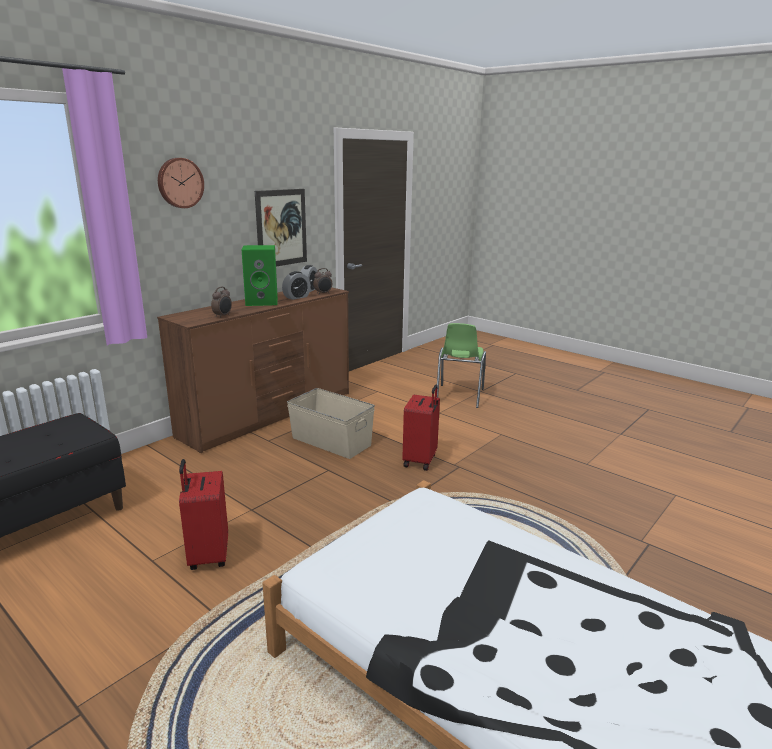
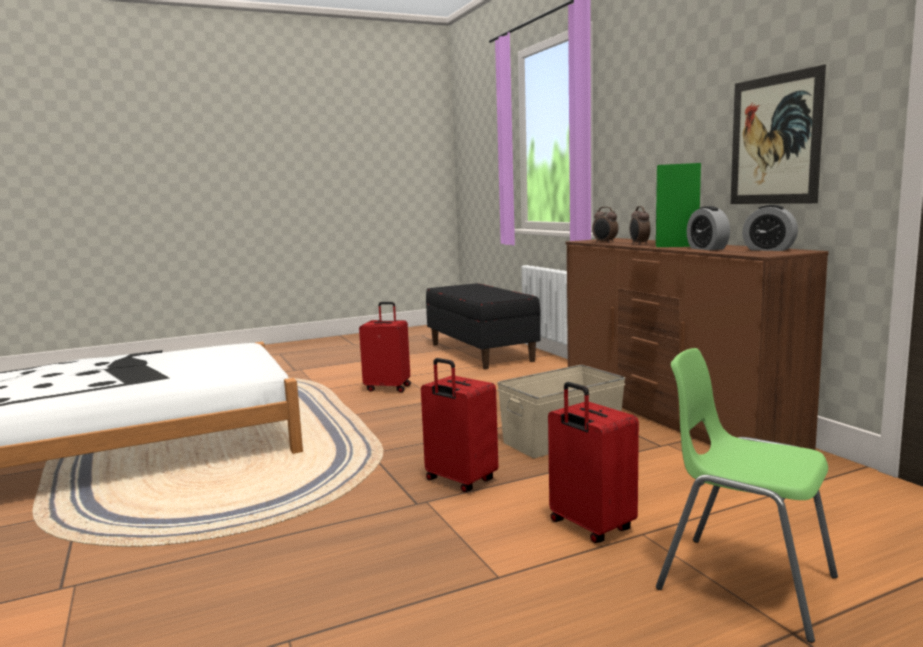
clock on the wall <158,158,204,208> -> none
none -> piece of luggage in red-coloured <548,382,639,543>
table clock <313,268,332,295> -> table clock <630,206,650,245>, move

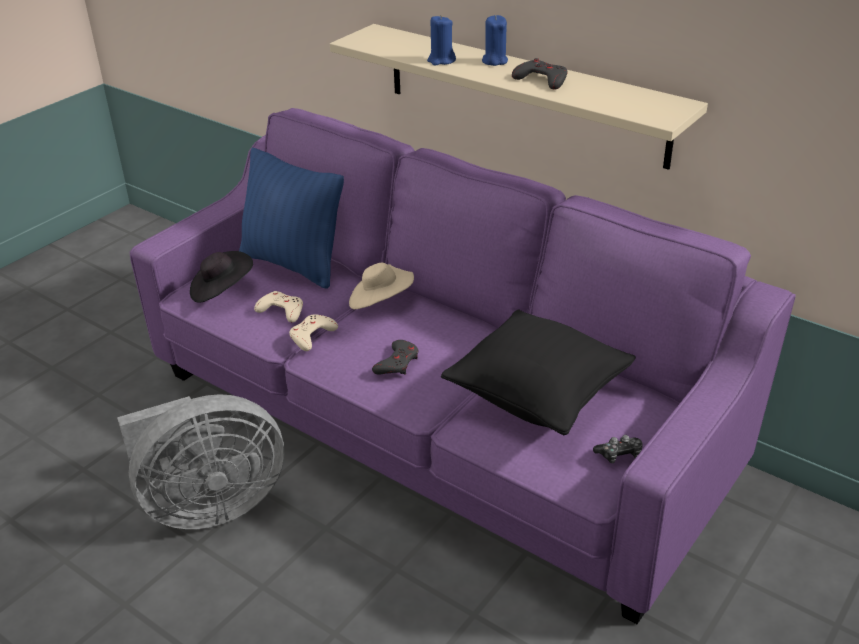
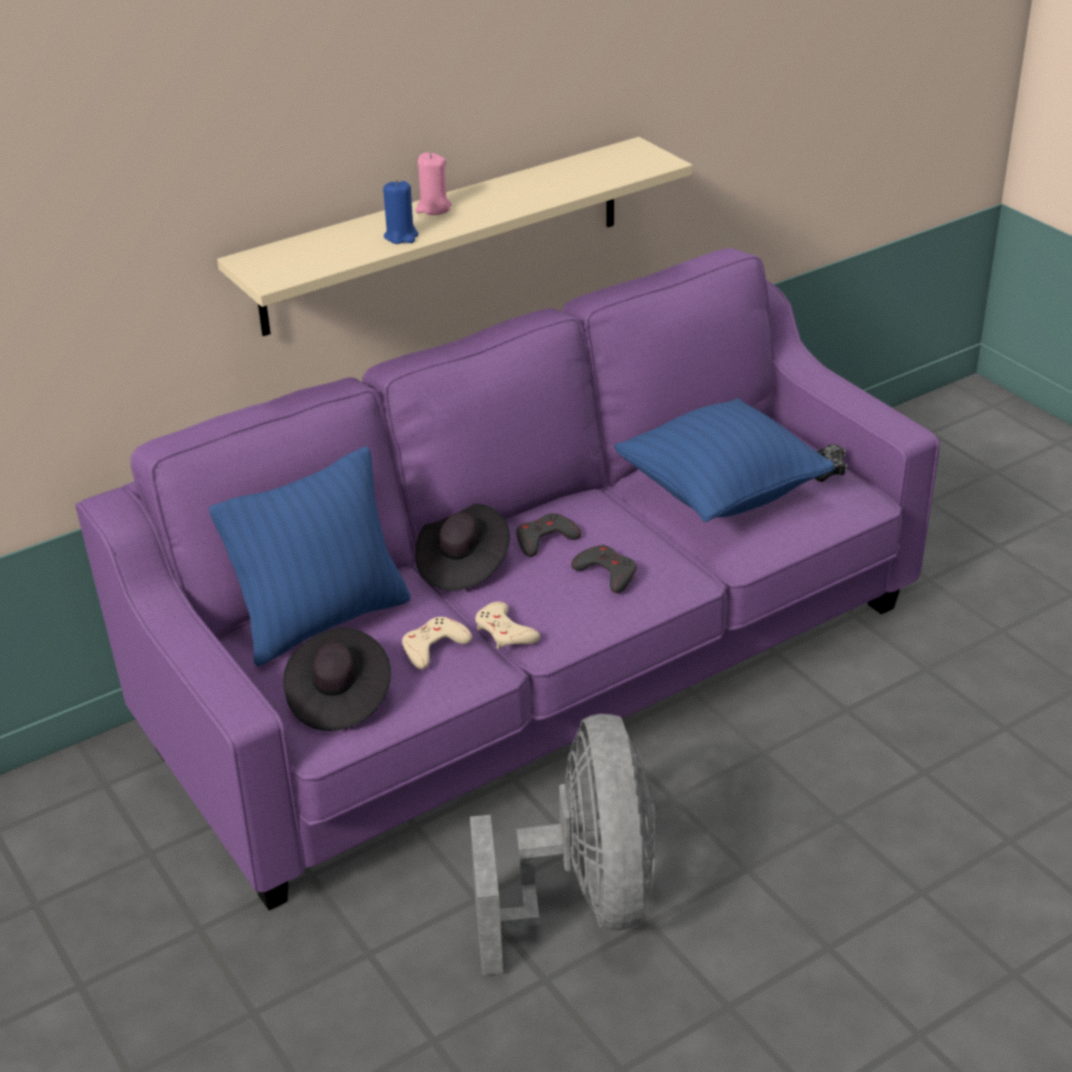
joypad in grey <512,58,568,90> -> joypad in grey <516,513,581,557>, move
hat in sand-coloured <349,263,414,309> -> hat in black-coloured <415,504,510,591>
throw pillow in black-coloured <441,309,636,435> -> throw pillow in blue <614,398,835,522>
wax light in blue <482,15,508,66> -> wax light in pink <415,152,452,215>

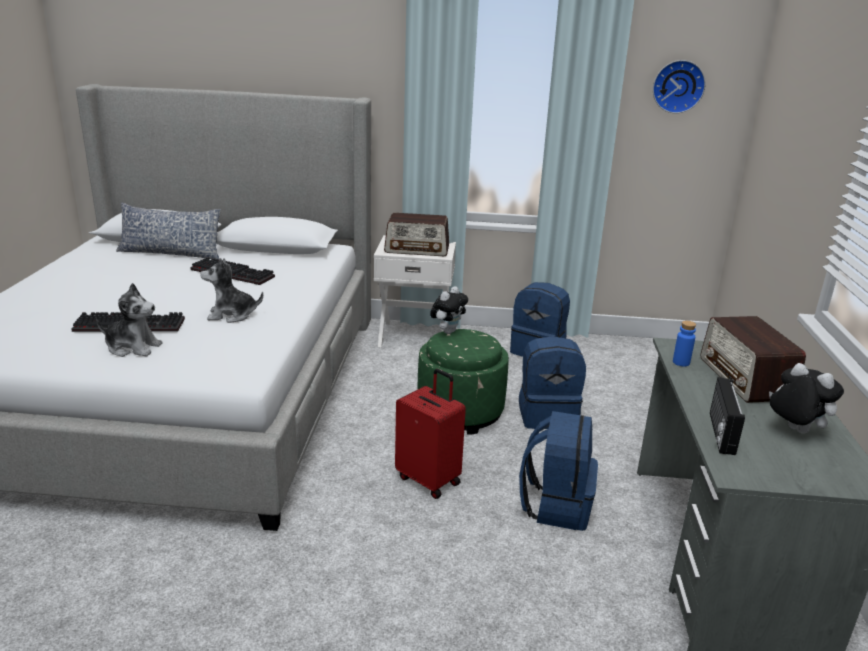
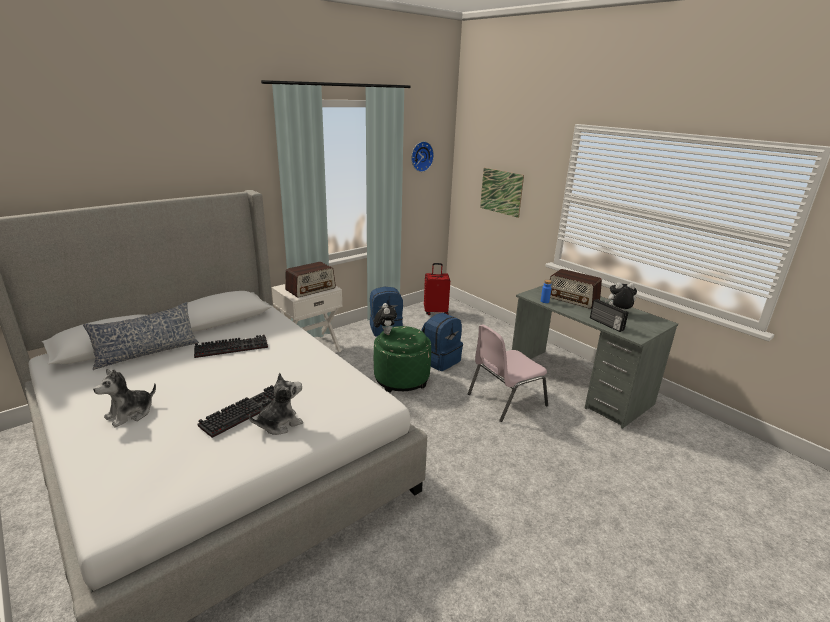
none -> wall art <480,168,524,218>
plush toy <201,258,263,323> -> plush toy <93,369,156,428>, move
piece of luggage in red-coloured <395,369,466,499> -> piece of luggage in red-coloured <424,263,450,315>, move
knapsack in blue <519,411,598,531> -> upright chair in pink <468,324,548,422>

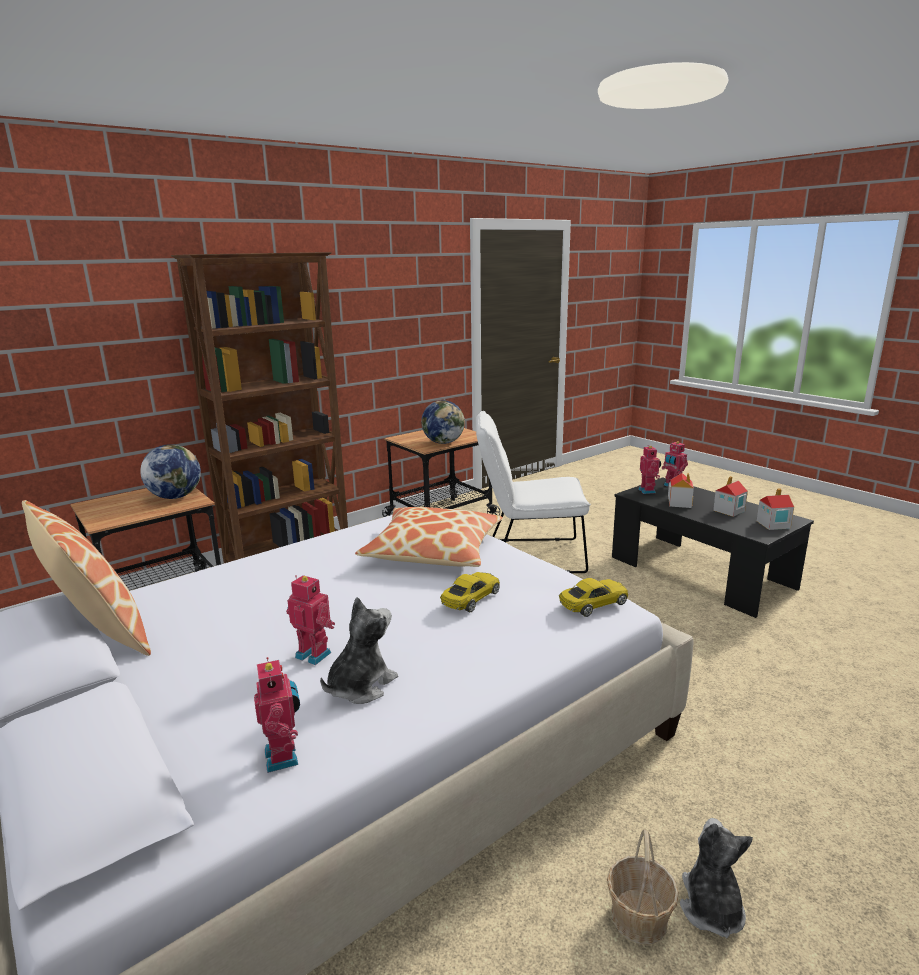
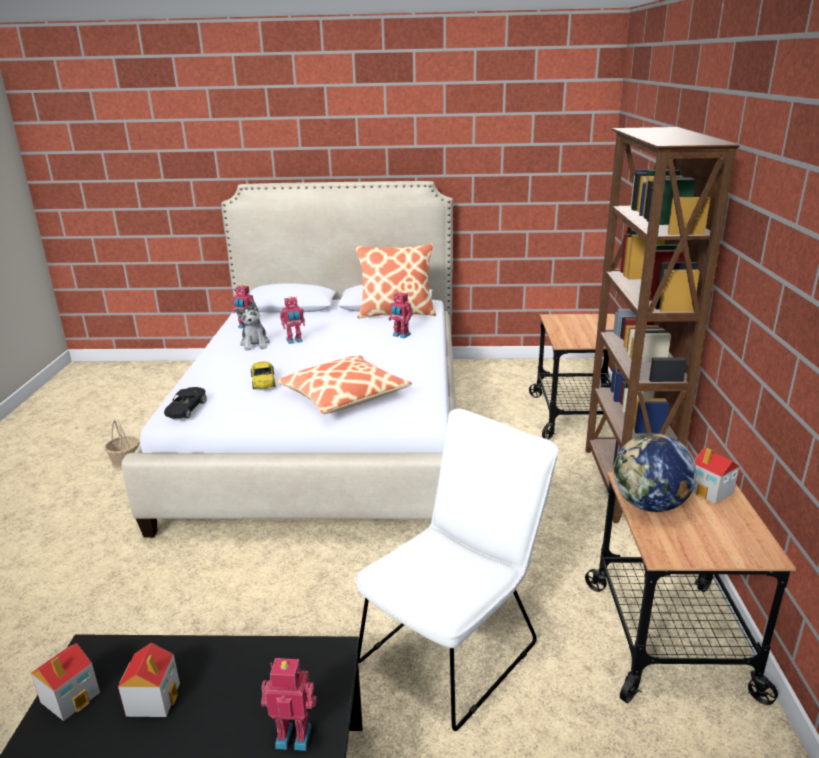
desk globe <140,444,201,499> -> none
plush toy <680,818,753,938> -> none
model robot <638,445,661,494> -> model robot <389,291,413,338>, move
toy house <668,473,694,508> -> toy house <693,448,739,504>, move
model car in yellowish <559,578,628,617> -> model car in black-coloured <164,387,207,419>

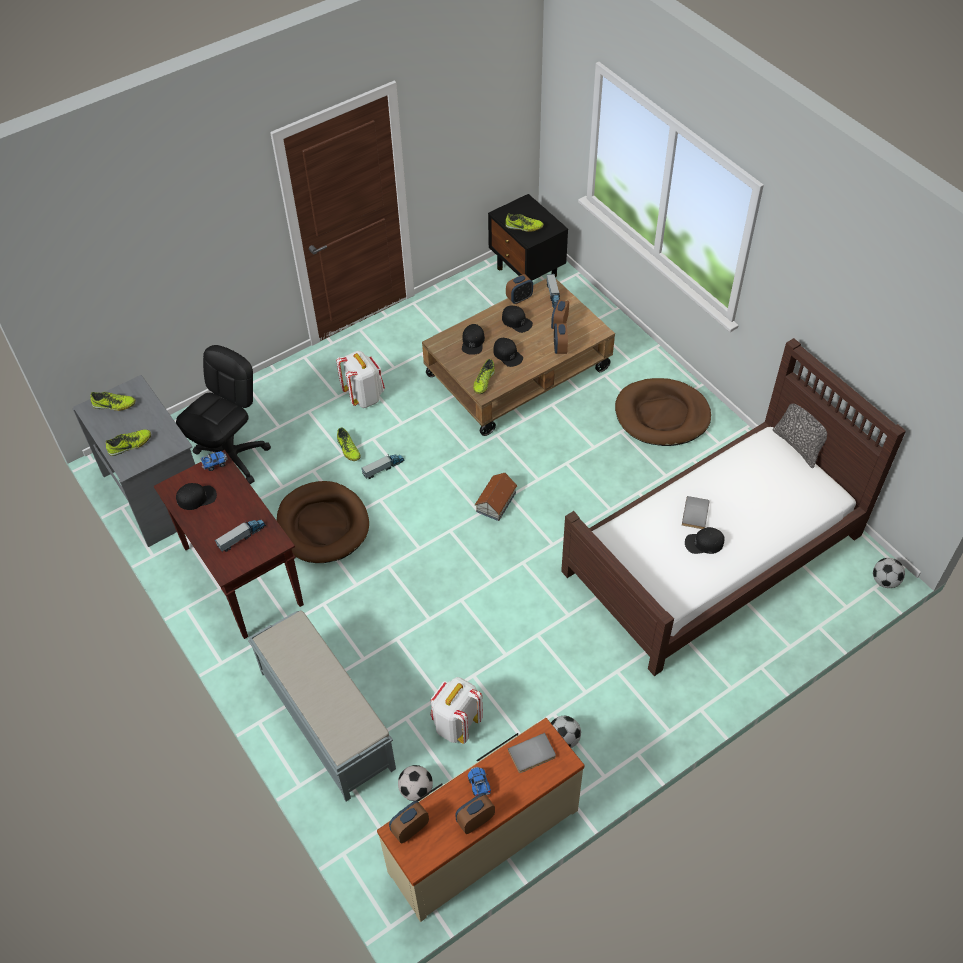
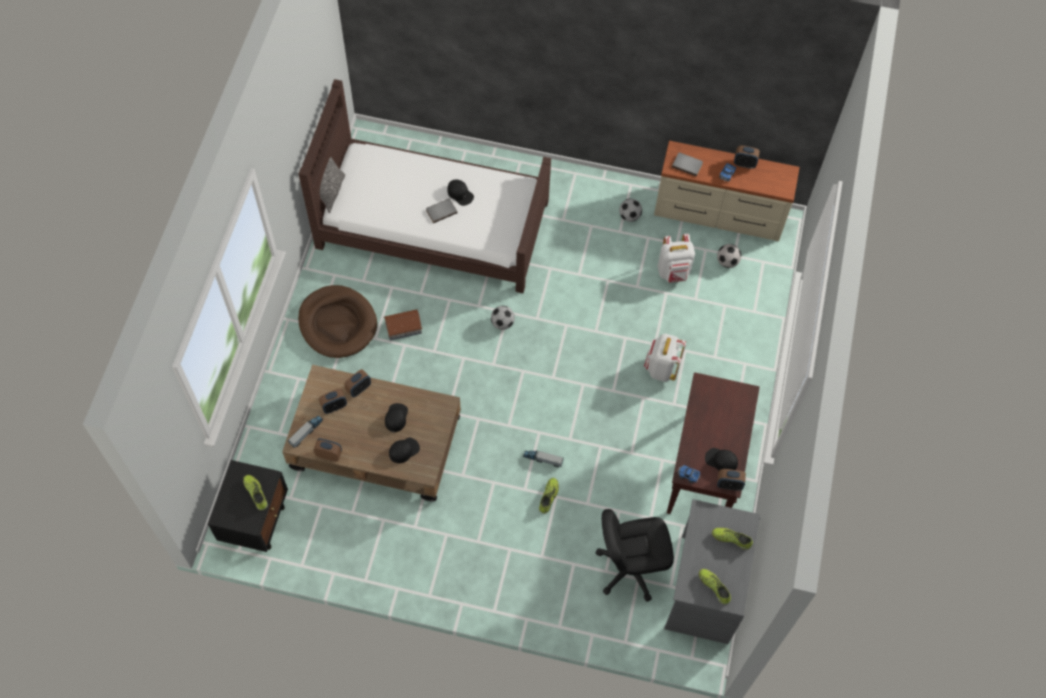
toy truck <215,520,266,552> -> none
bench in grey <248,610,396,801> -> none
dog cushion in brown <277,481,369,563> -> none
shoe <473,359,495,394> -> none
cap in black-coloured <502,306,533,333> -> none
knapsack in white-coloured <336,351,385,408> -> knapsack in white-coloured <644,334,686,382>, move
table clock <389,801,429,843> -> table clock <717,469,746,491>, move
toy house <475,473,517,521> -> toy house <384,309,423,340>, move
football ball <873,558,905,588> -> football ball <491,306,515,330>, move

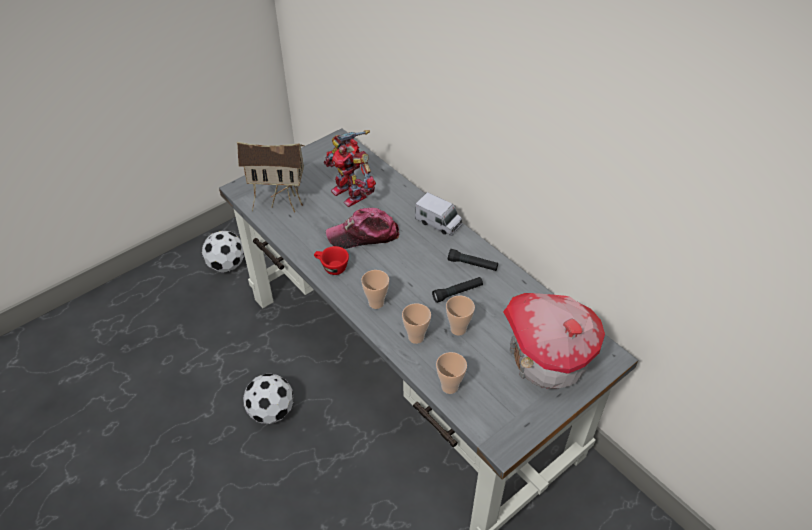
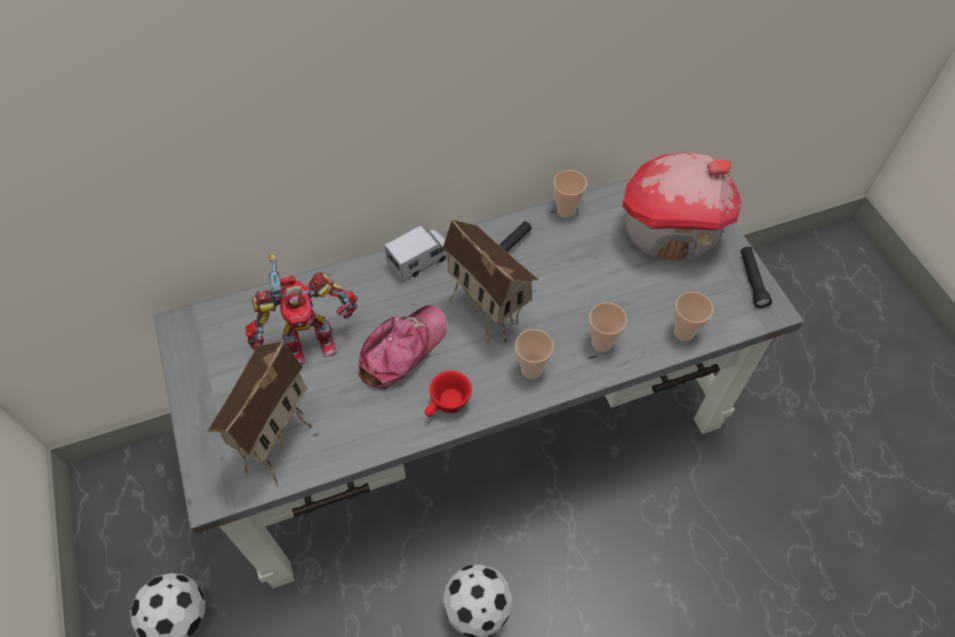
none -> toy house <443,218,539,344>
flashlight in black-coloured <432,277,483,303> -> flashlight in black-coloured <740,247,772,308>, move
cup <446,296,475,336> -> cup <553,170,587,218>, move
cap <326,208,399,249> -> cap <358,305,447,389>, 150 degrees counterclockwise

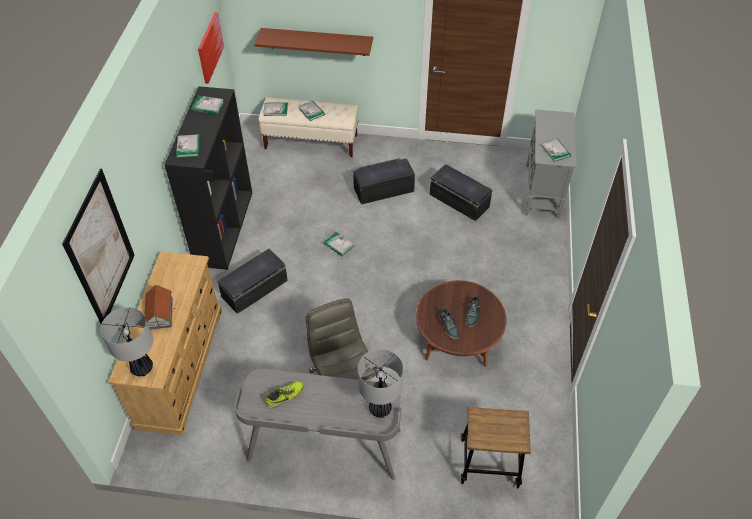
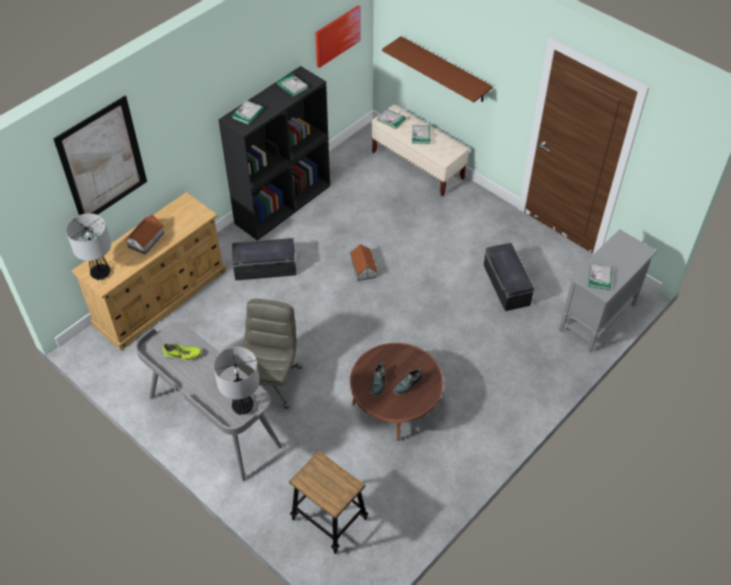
storage container in black-coloured <353,158,415,204> -> none
book <324,232,354,256> -> toy house <350,244,378,281>

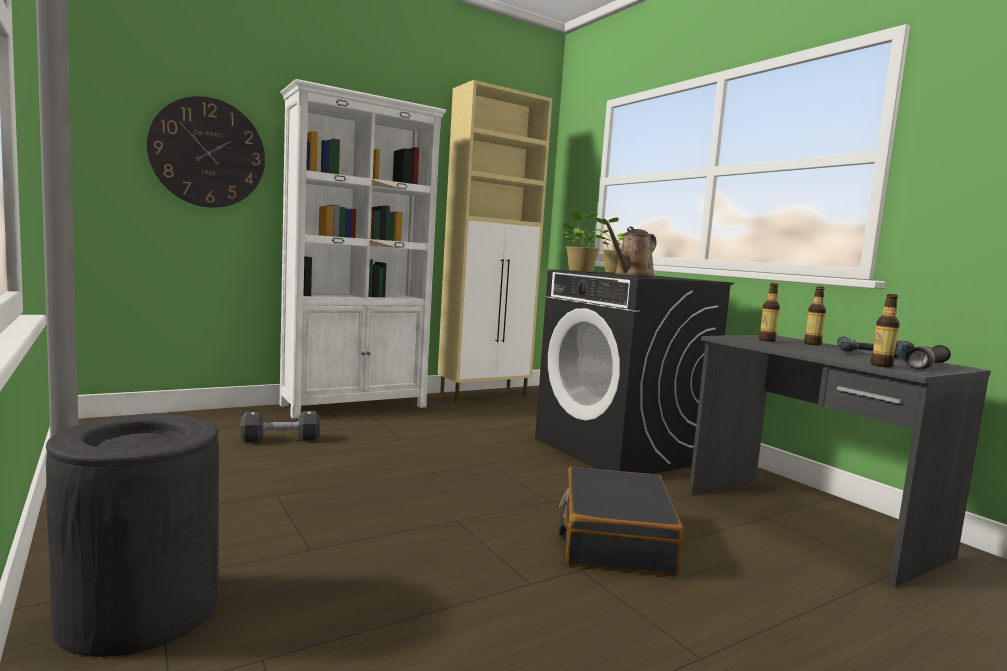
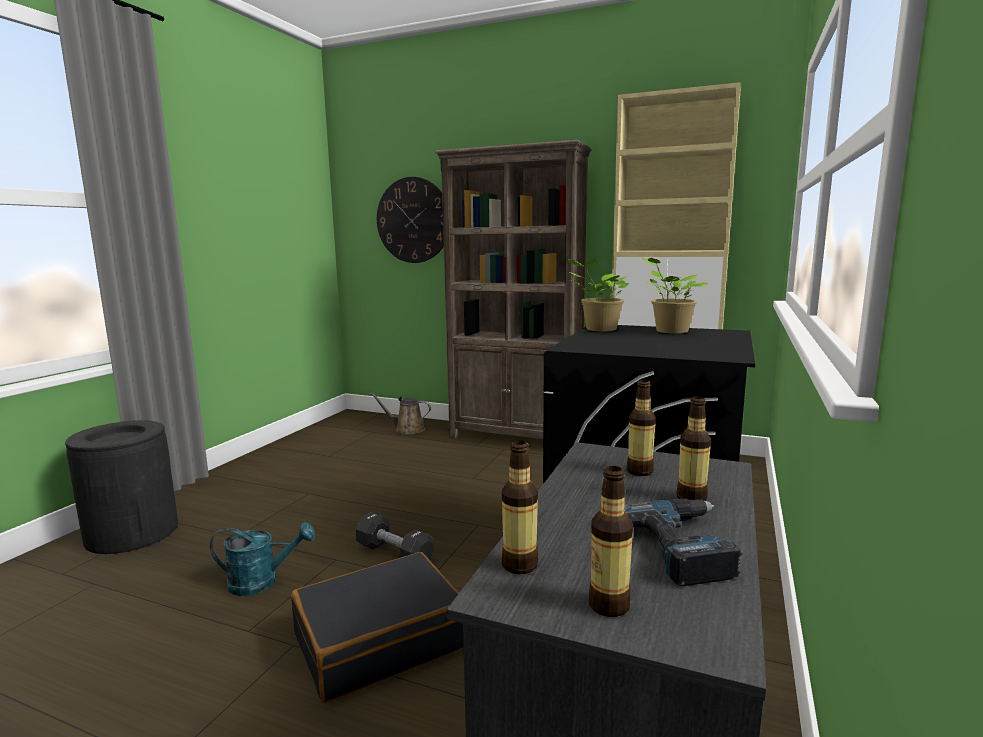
none -> sprinkling can in blue-green <210,522,315,596>
free weight in black-coloured <240,411,320,442> -> free weight in black-coloured <355,512,434,560>, move
sprinkling can in brown <602,218,657,276> -> sprinkling can in brown <370,393,431,434>, move
flashlight in black-coloured <905,345,951,370> -> drink bottle <589,466,633,617>
bookcase in white-coloured <280,79,447,419> -> bookcase in brown <435,140,592,439>

